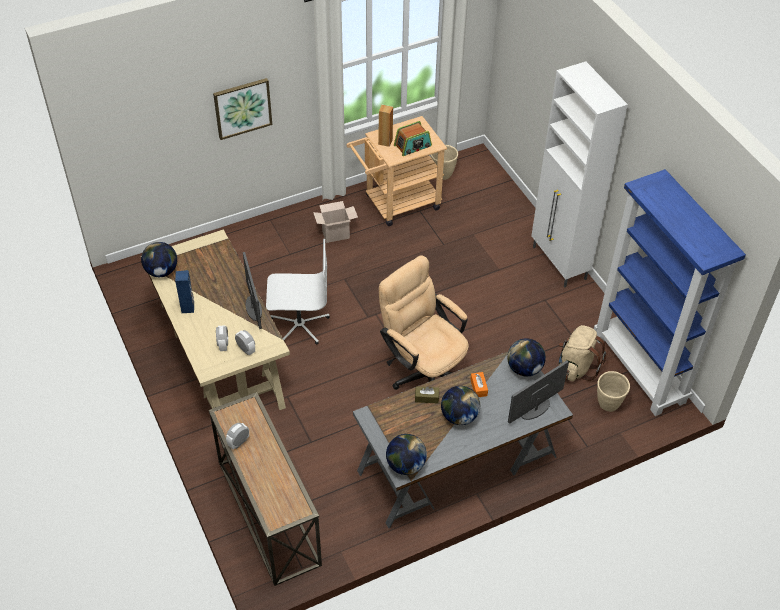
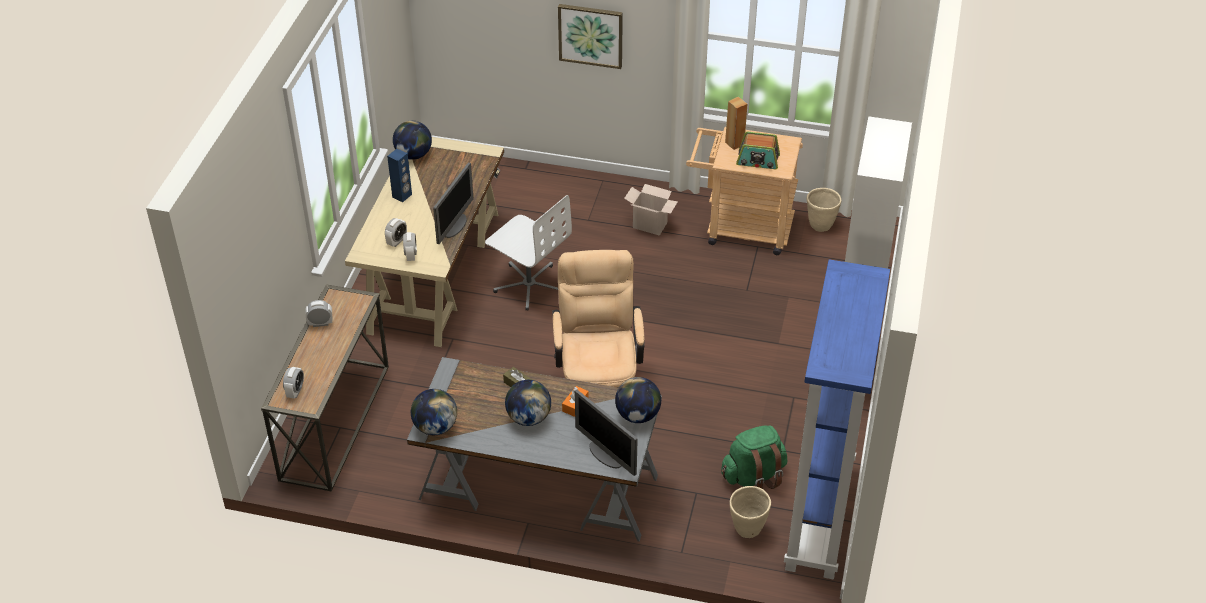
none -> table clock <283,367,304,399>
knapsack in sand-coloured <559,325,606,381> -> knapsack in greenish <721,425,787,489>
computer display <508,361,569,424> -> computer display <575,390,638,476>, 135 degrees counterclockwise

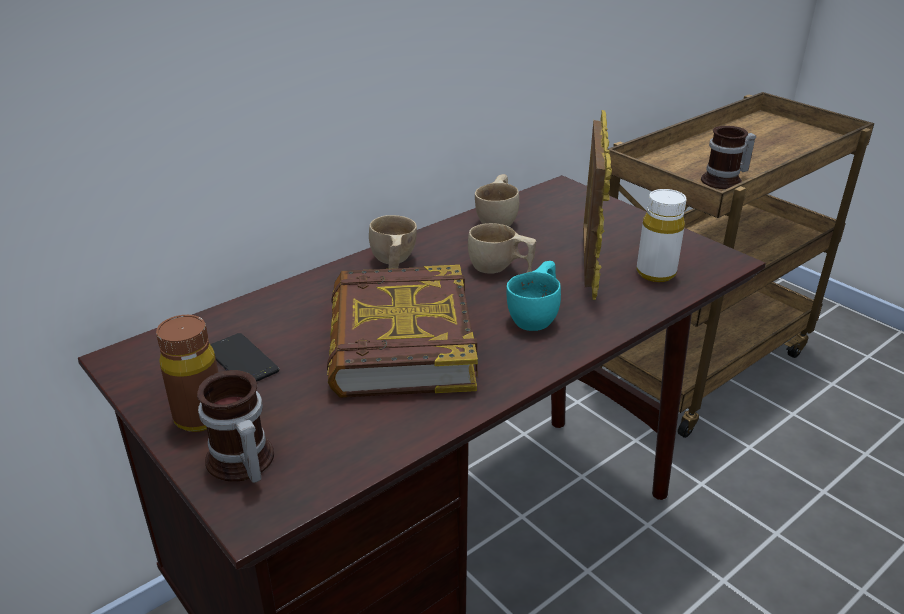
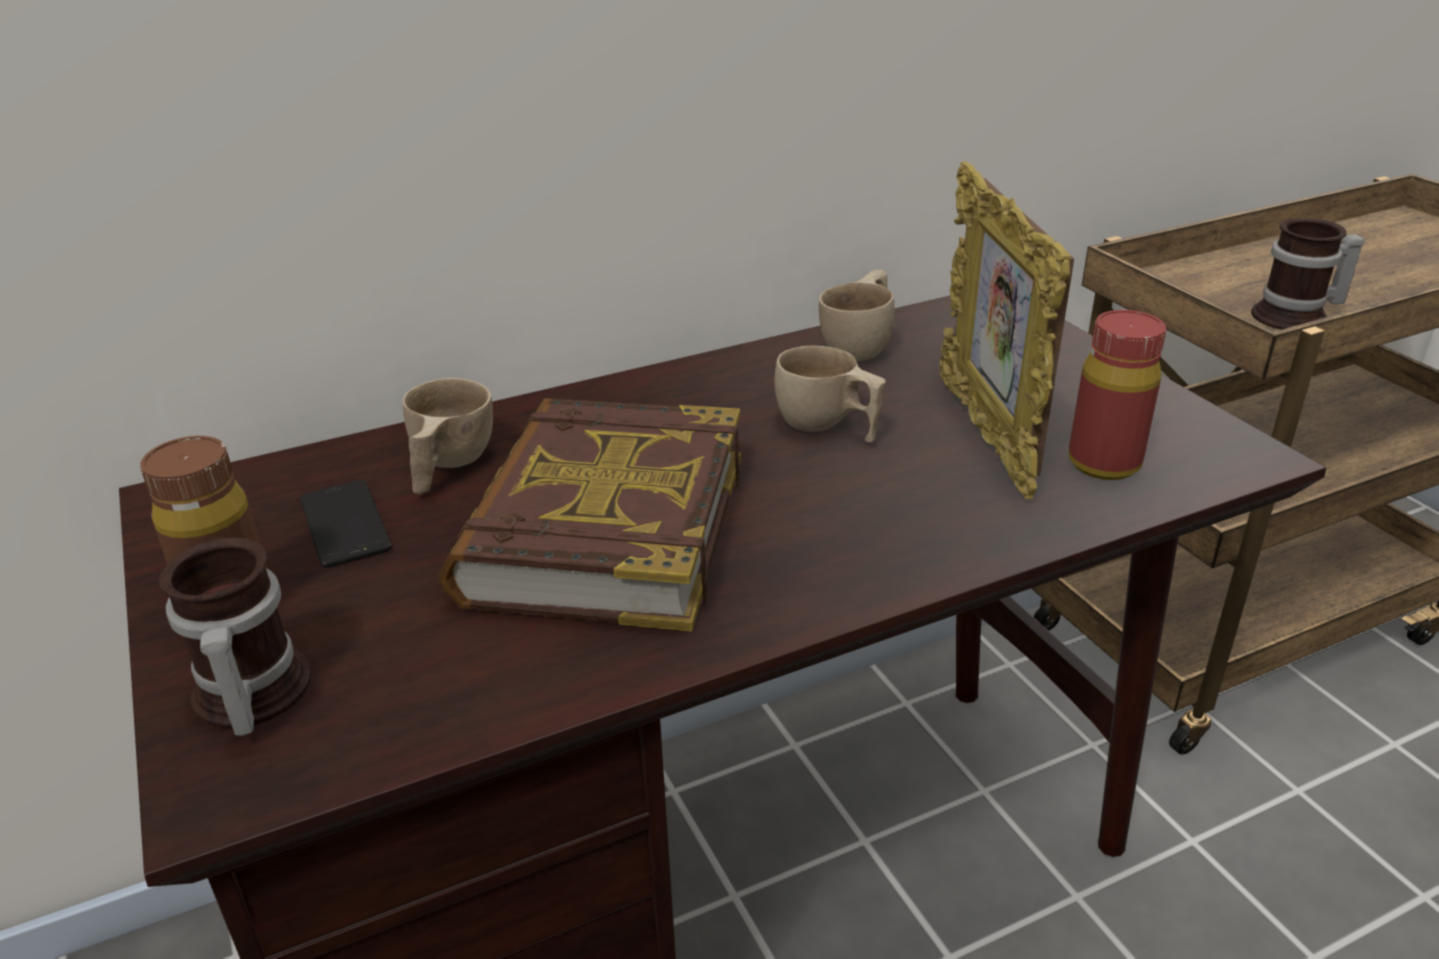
cup in blue-green <506,261,561,331> -> none
cup in sand-coloured <369,215,417,269> -> cup in sand-coloured <403,378,493,494>, move
drink bottle in white-coloured <637,189,686,282> -> drink bottle in red-coloured <1068,310,1166,480>
standing frame <583,110,612,300> -> standing frame <939,161,1074,499>, 150 degrees clockwise

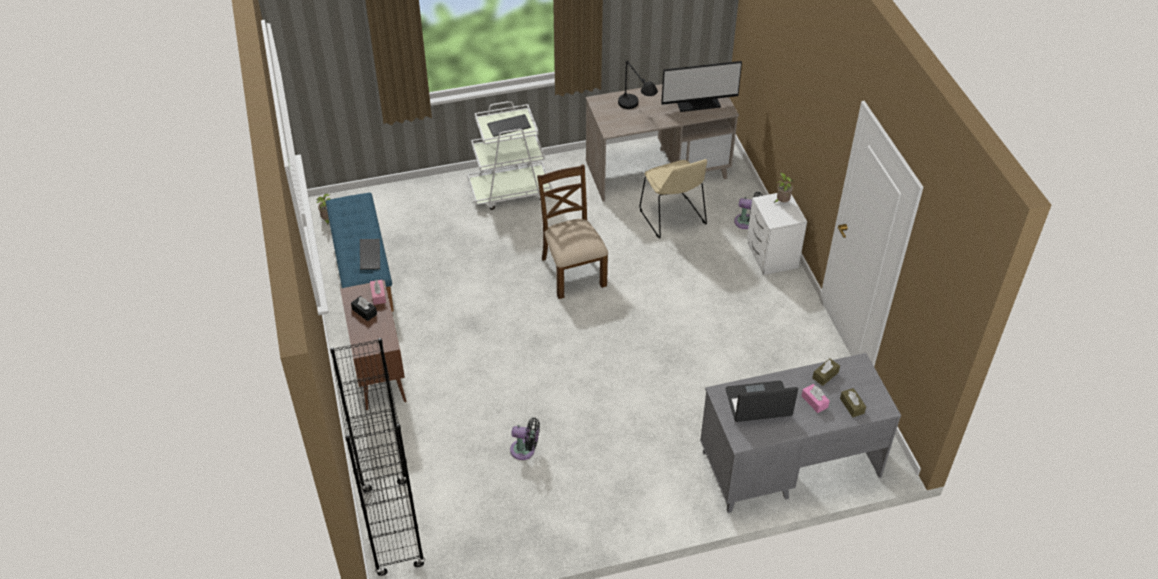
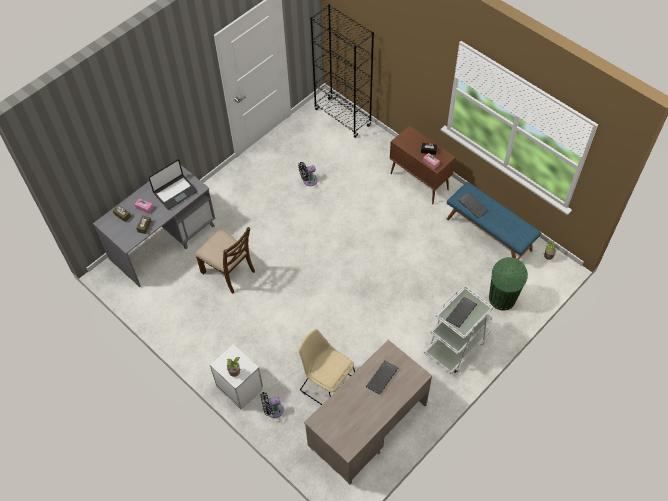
computer display <661,61,742,112> -> none
none -> waste bin in greenish <489,257,528,310>
upright chair in brown <537,164,608,299> -> upright chair in brown <195,227,255,294>, move
table lamp in black-coloured <618,61,658,109> -> keyboard <366,361,398,395>

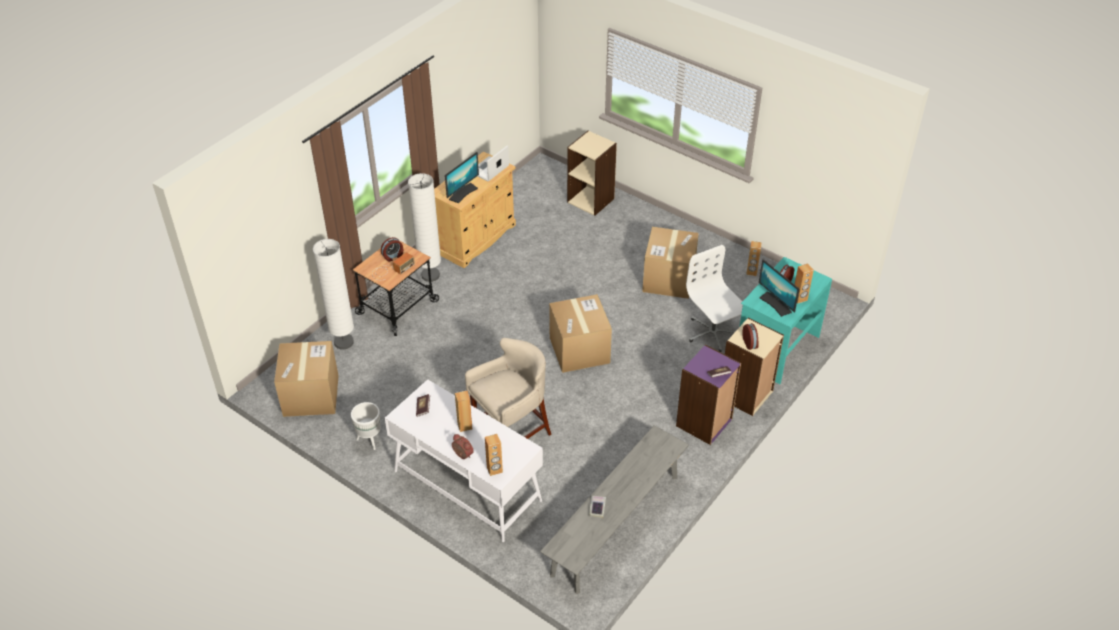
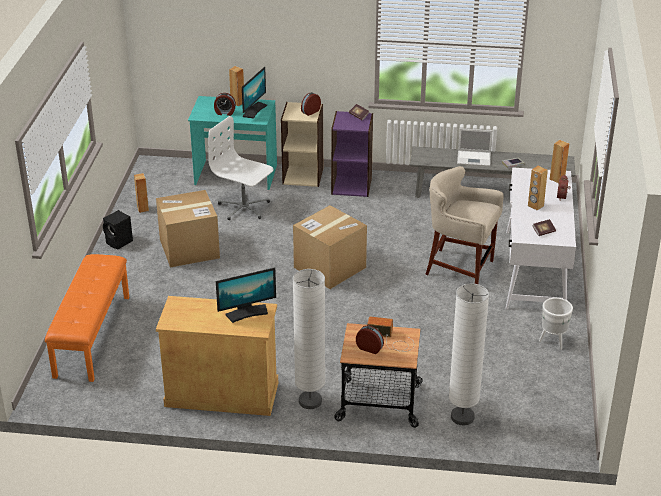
cardboard box <274,341,339,417> -> none
none -> speaker in black-coloured <103,210,133,249>
notebook computer <477,145,509,181> -> notebook computer <457,128,493,166>, move
bookcase in sand-coloured <567,131,617,216> -> bench in orangey <45,254,129,382>
computer display <445,152,479,203> -> computer display <216,268,276,323>, 150 degrees clockwise
office chair in white-coloured <686,245,743,352> -> office chair in white-coloured <208,116,274,220>, 90 degrees clockwise

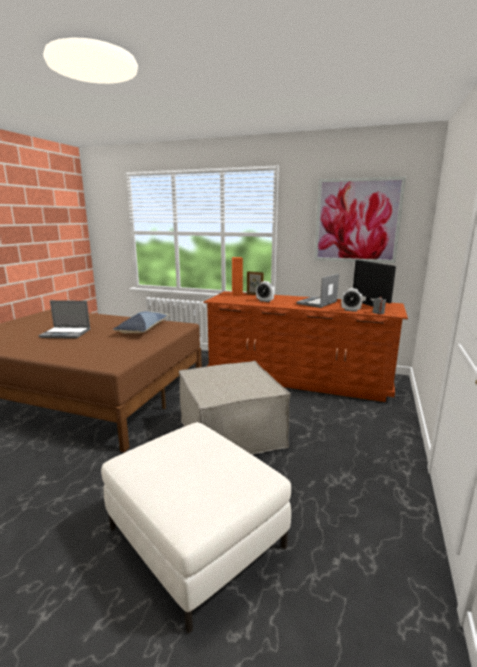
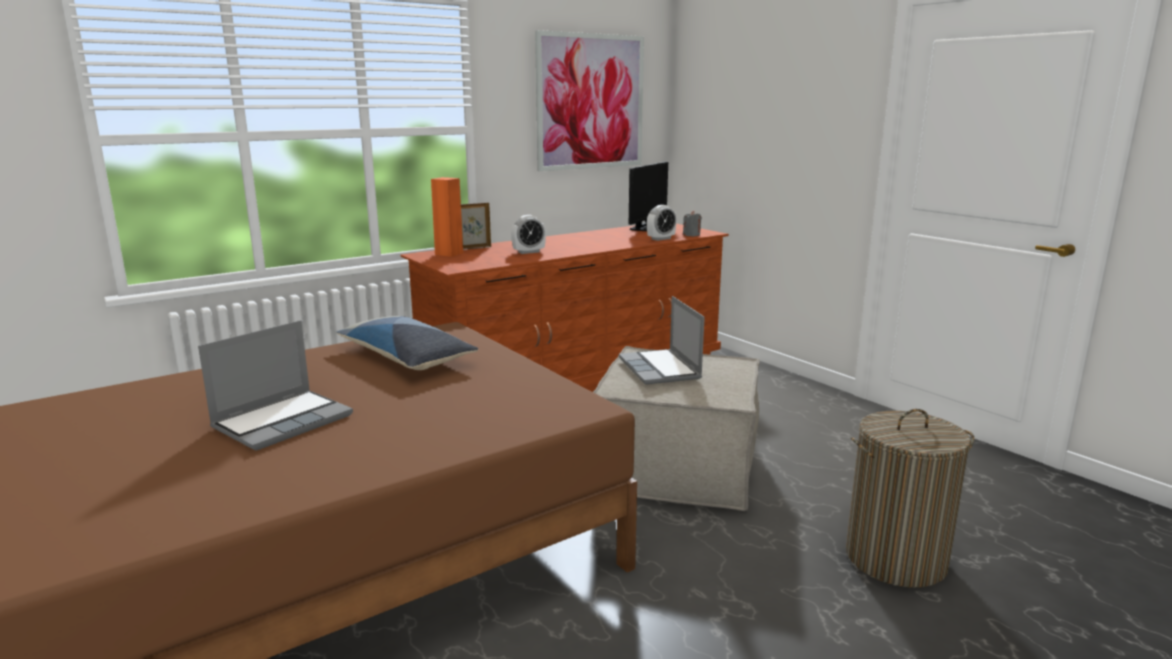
notebook computer <296,274,339,308> -> notebook computer <619,296,705,385>, move
pouffe in white-coloured <101,422,291,634> -> washing basket <846,409,974,588>
computer display <353,260,396,307> -> computer display <629,162,668,231>, 75 degrees counterclockwise

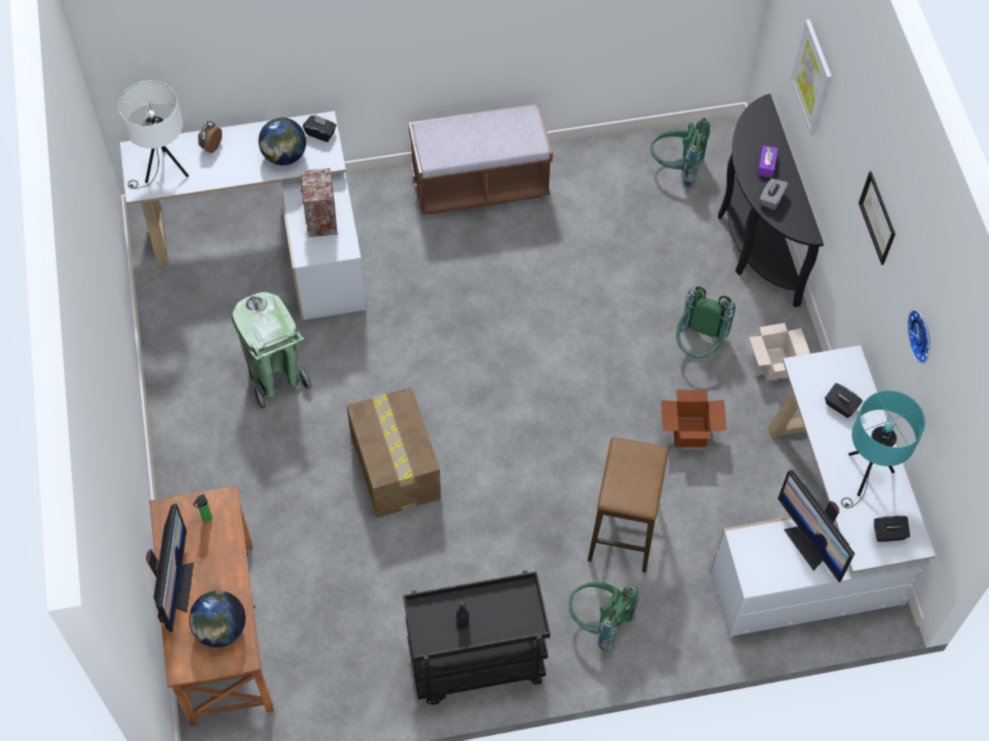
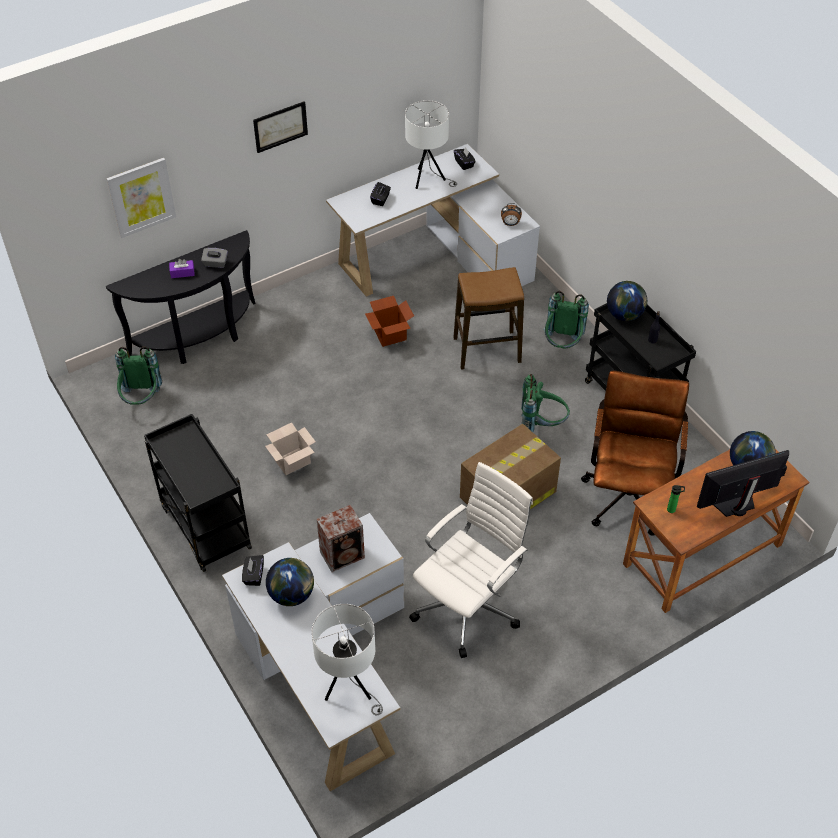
computer display <778,470,855,582> -> none
clock on the wall <907,309,930,364> -> none
none -> office chair in brown <581,371,689,536>
none -> desk globe <607,281,647,321>
table clock <198,120,222,153> -> table clock <501,203,522,226>, move
knapsack in greenish <676,286,736,358> -> knapsack in greenish <521,374,570,432>, move
cardboard box <749,323,810,380> -> cardboard box <265,422,316,475>, move
waste bin in greenish <231,292,311,410> -> office chair in white-coloured <409,462,533,658>
bench in brown <408,103,553,214> -> trolley in black-coloured <144,414,252,572>
table lamp in blue-green <841,390,925,509> -> table lamp in white-coloured <405,100,457,189>

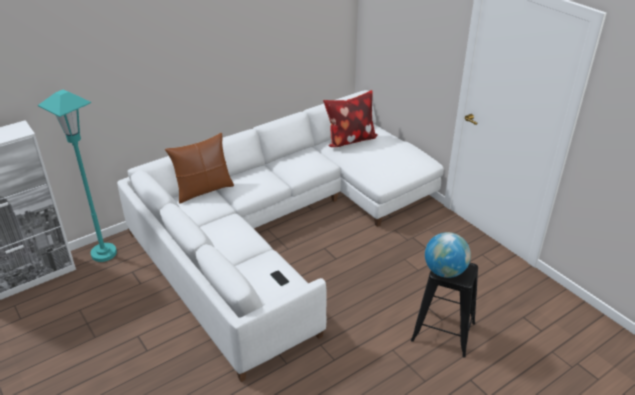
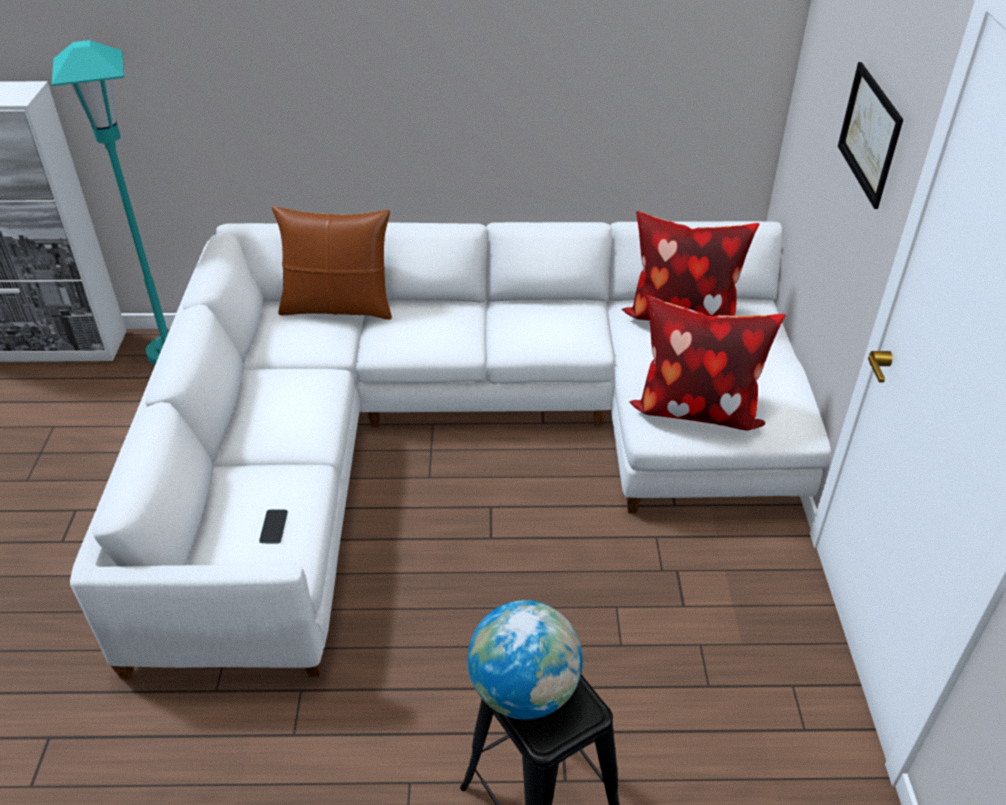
none -> throw pillow <629,296,785,430>
none -> wall art <838,62,903,209>

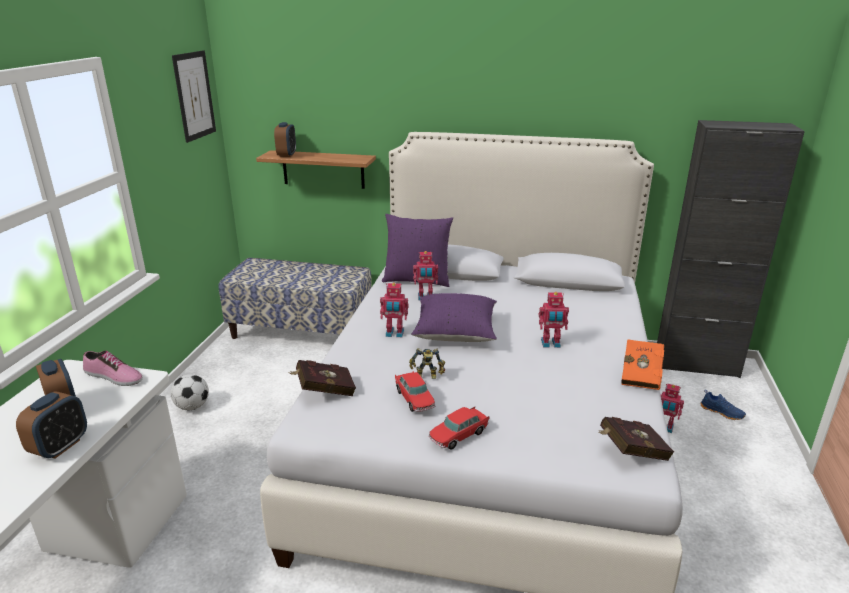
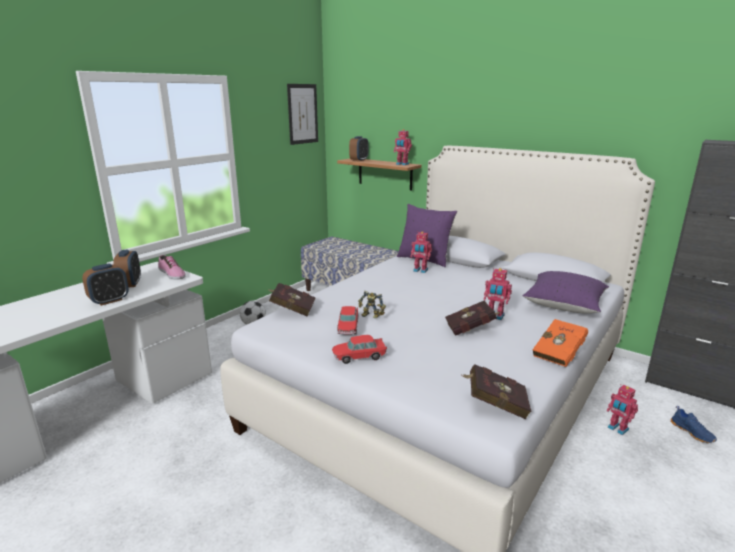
none -> book in red-coloured <445,301,500,336>
model robot <380,283,409,337> -> model robot <394,129,412,165>, move
throw pillow in purple <411,293,497,342> -> throw pillow in purple <522,271,609,314>, move

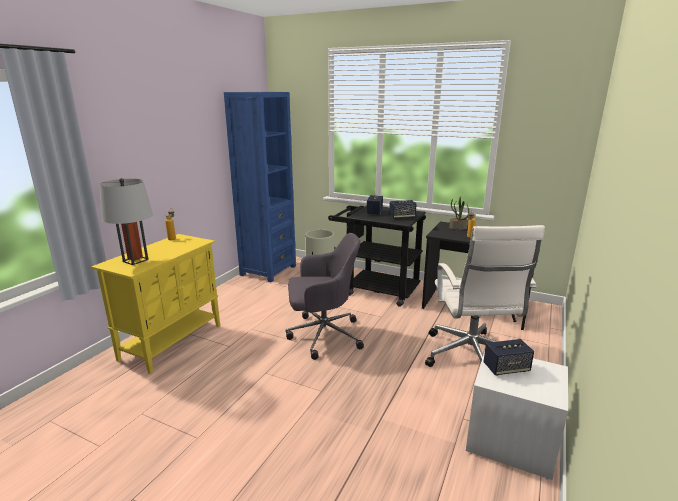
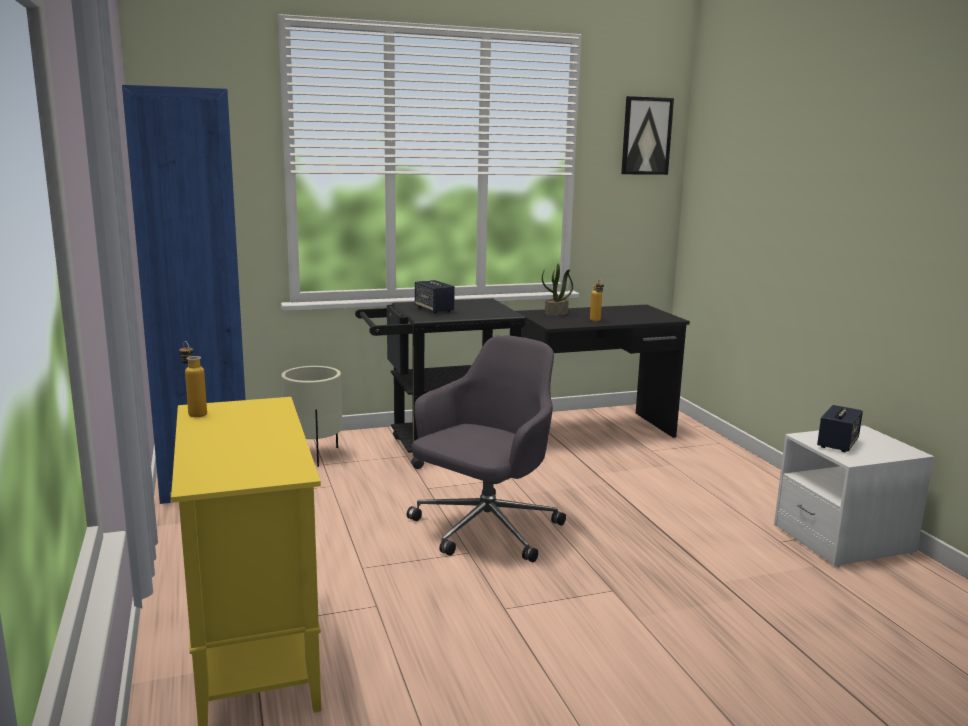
table lamp in grey <99,178,153,265> -> none
speaker <389,200,417,219> -> none
office chair in white-coloured <425,225,545,367> -> none
none -> wall art <621,96,674,175>

